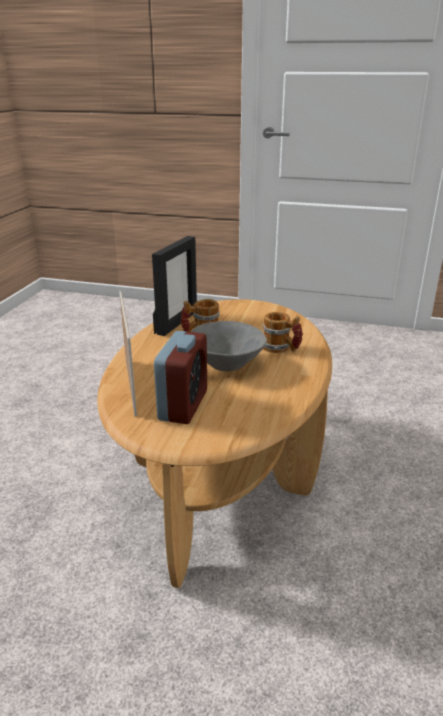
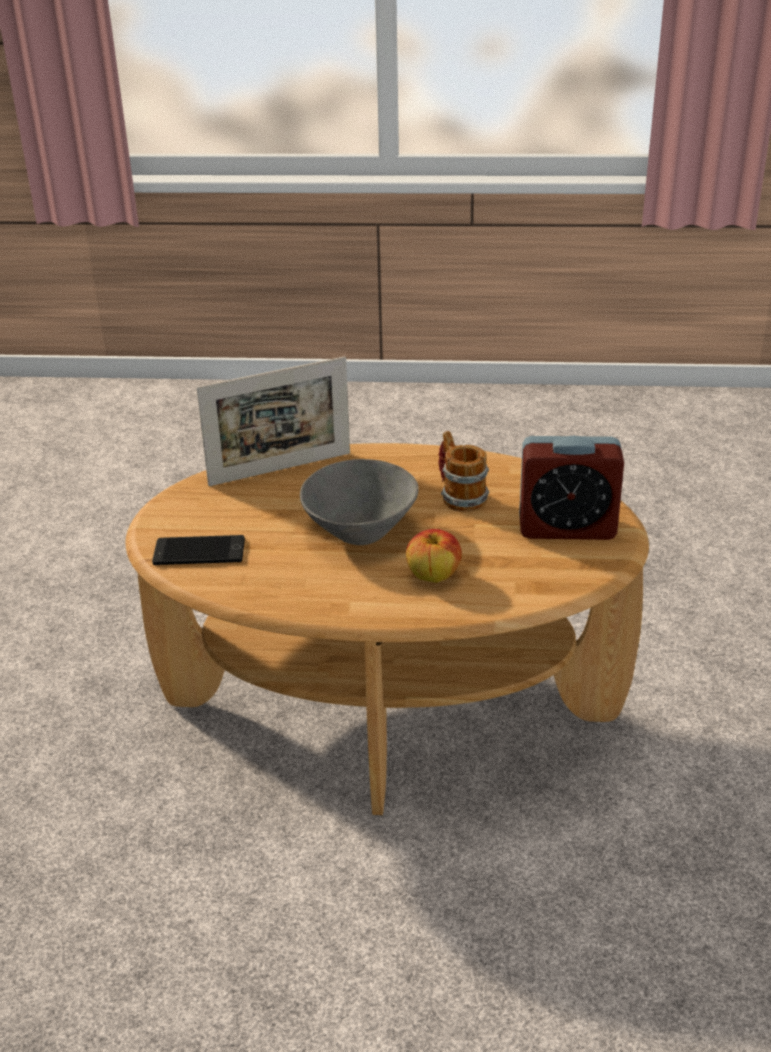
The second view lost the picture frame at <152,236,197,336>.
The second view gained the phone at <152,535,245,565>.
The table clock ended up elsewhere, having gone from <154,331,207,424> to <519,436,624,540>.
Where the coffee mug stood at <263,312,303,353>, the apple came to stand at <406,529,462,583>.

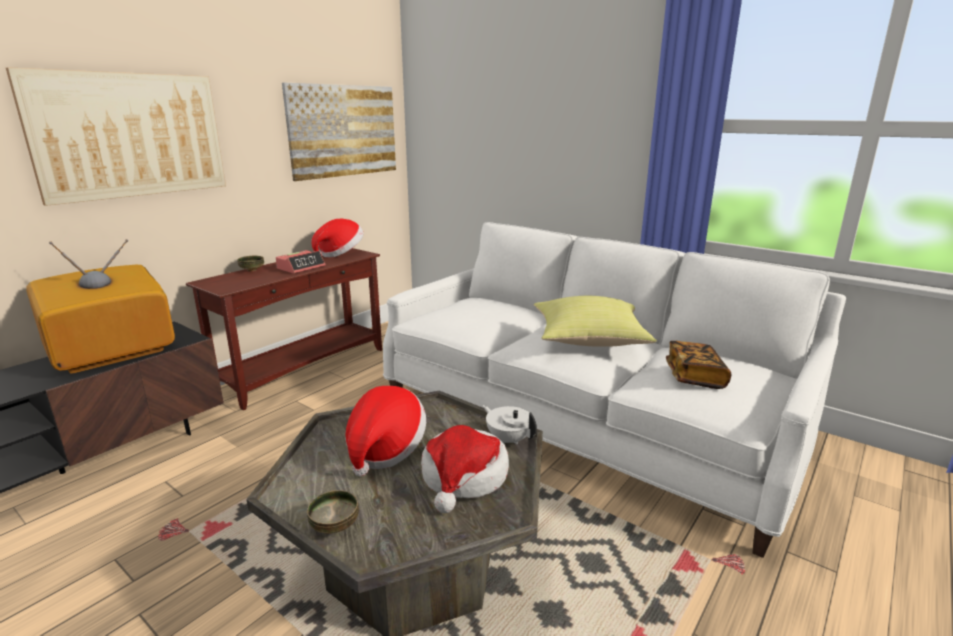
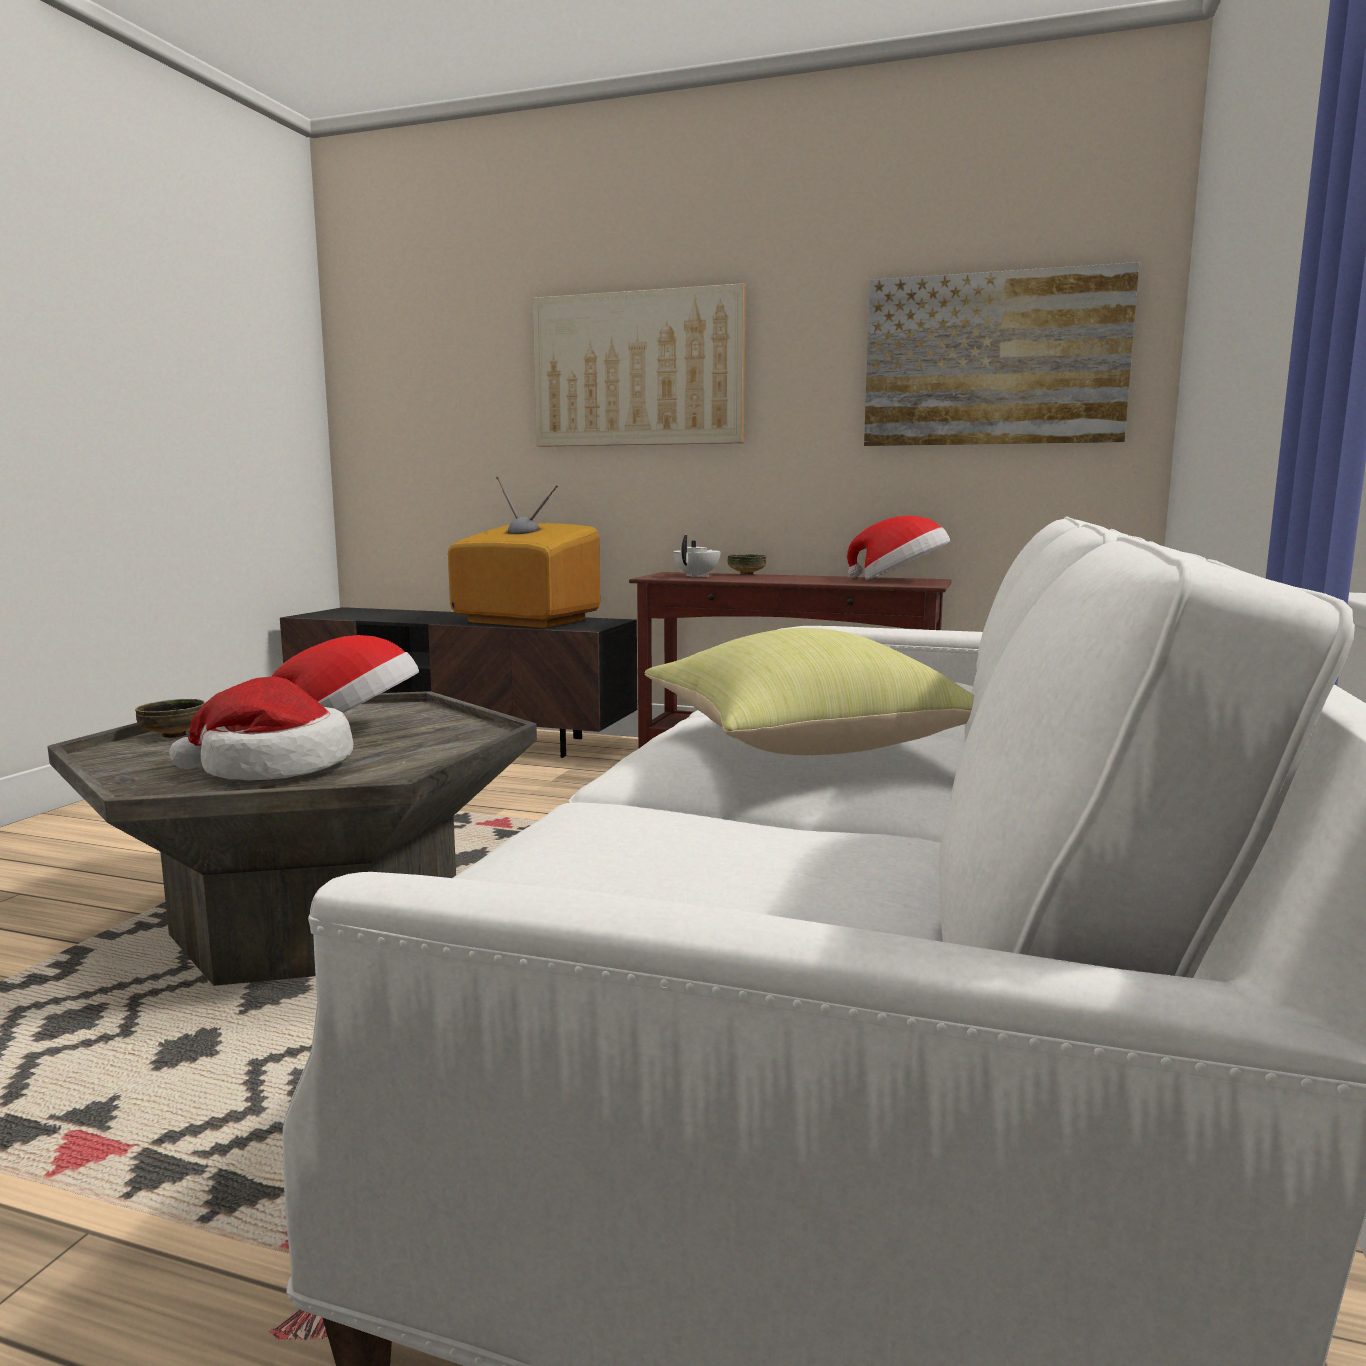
The second view lost the table clock at <276,250,325,274>.
The second view lost the volume at <666,341,731,389>.
The white teapot ended up elsewhere, having gone from <483,405,537,445> to <673,535,721,577>.

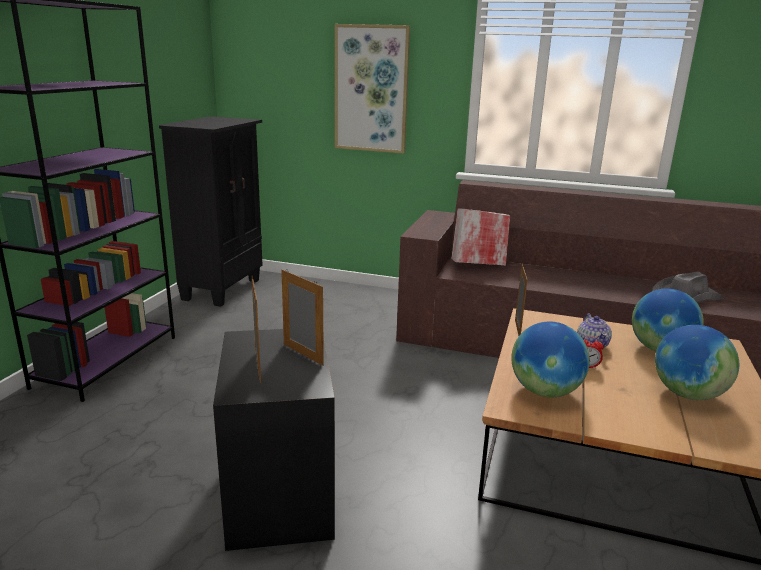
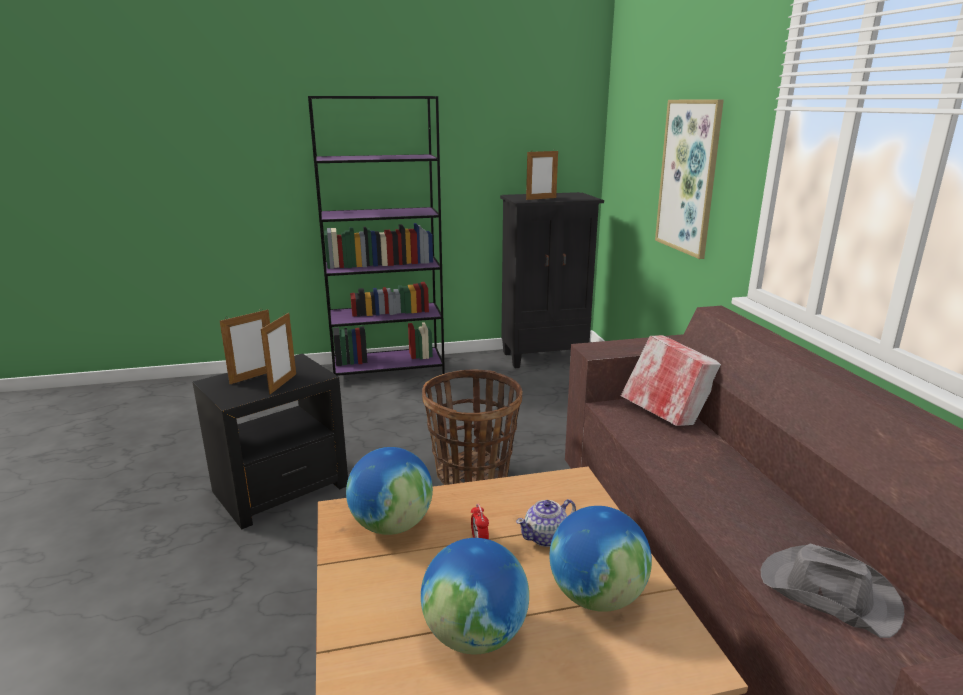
The second view gained the household basket at <422,369,523,485>.
The picture frame ended up elsewhere, having gone from <515,264,528,336> to <526,150,558,200>.

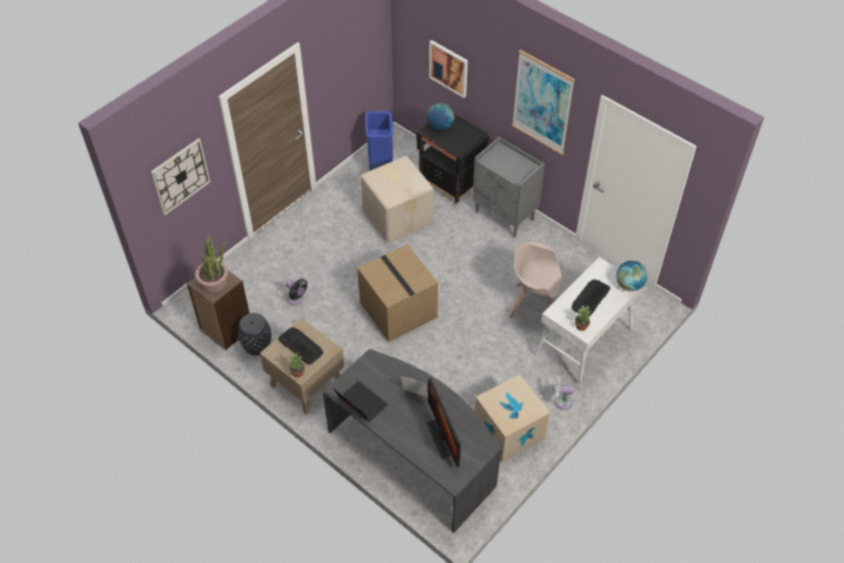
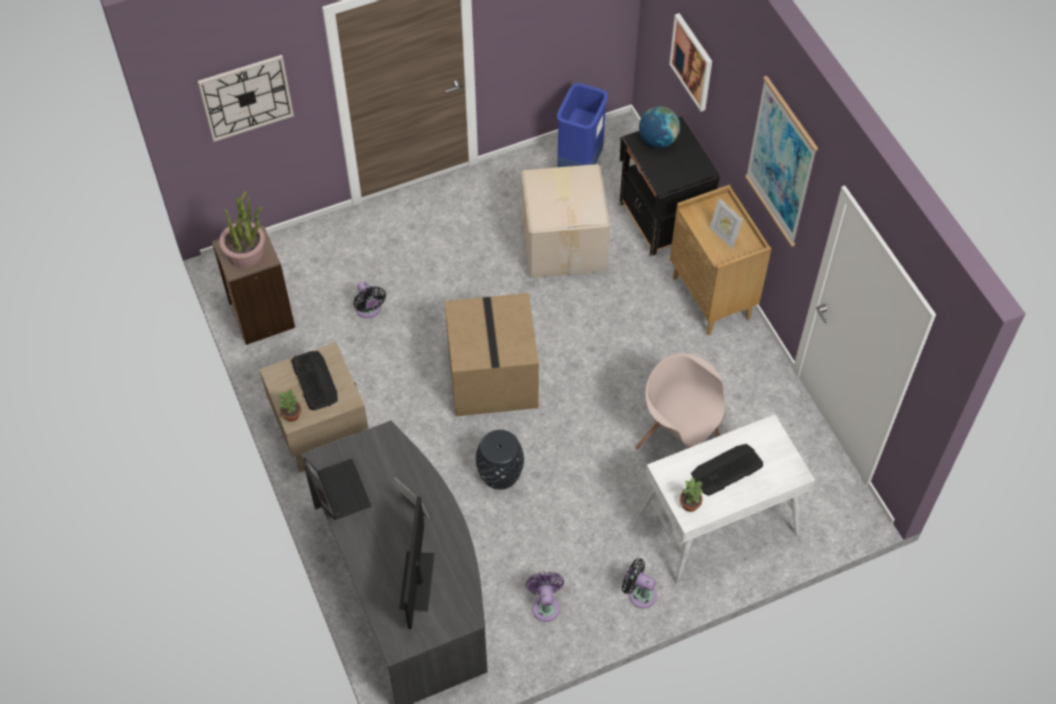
The second view lost the globe at <616,261,647,291>.
The second view gained the picture frame at <709,198,743,249>.
The black sitting stool ended up elsewhere, having gone from <238,313,271,356> to <476,430,524,490>.
Where the carton stood at <475,374,550,463>, the purple-coloured electric fan came to stand at <526,572,564,622>.
What was the gray cabinet at <472,137,545,238> turned into the brownish cabinet at <670,185,771,335>.
What was the white electric fan at <553,376,574,410> turned into the black electric fan at <622,558,657,608>.

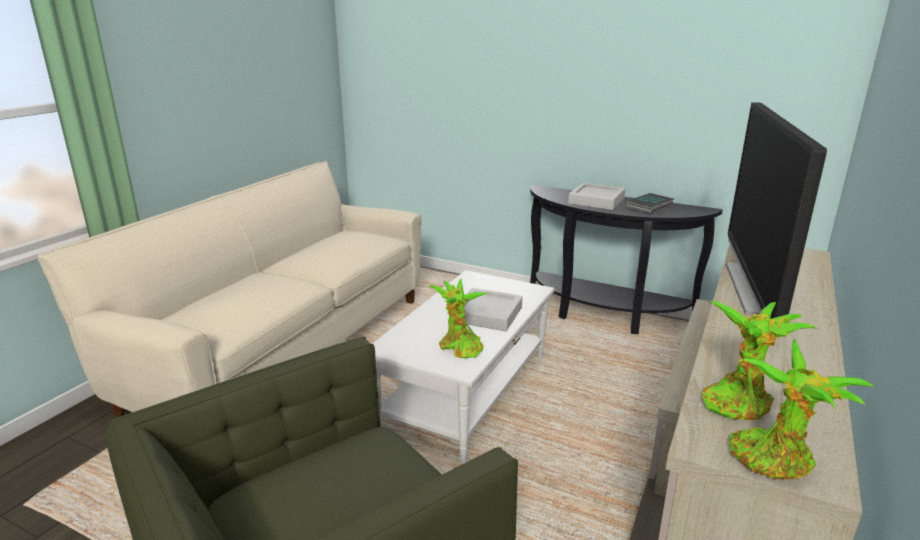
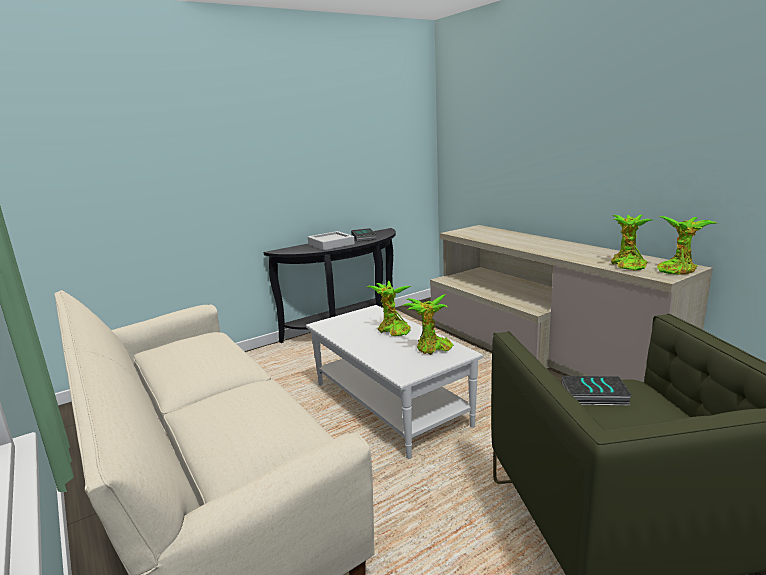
The second view lost the TV at <726,102,827,319>.
The second view gained the volume at <562,376,632,406>.
Where the gray tray stood at <464,288,522,331>, the plant in a pot came to stand at <367,281,411,336>.

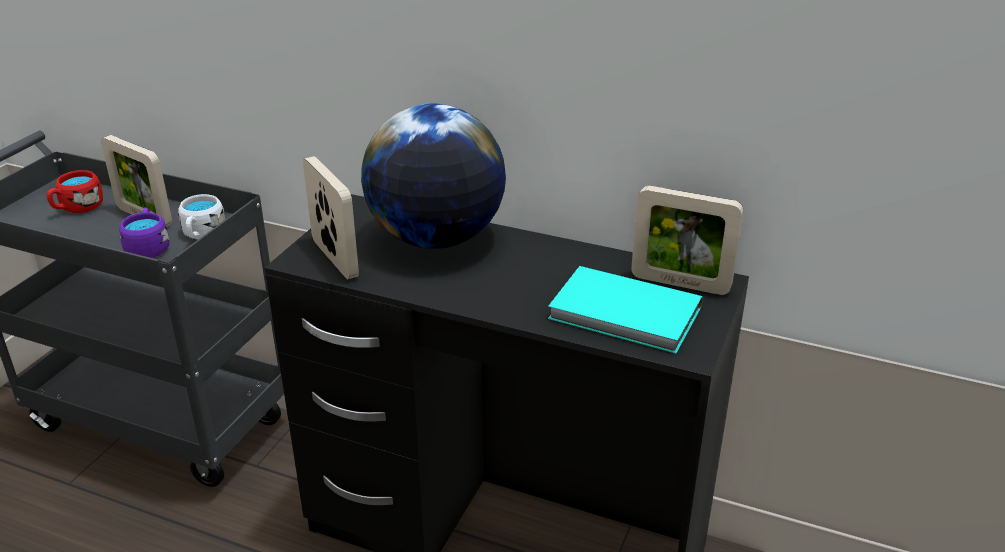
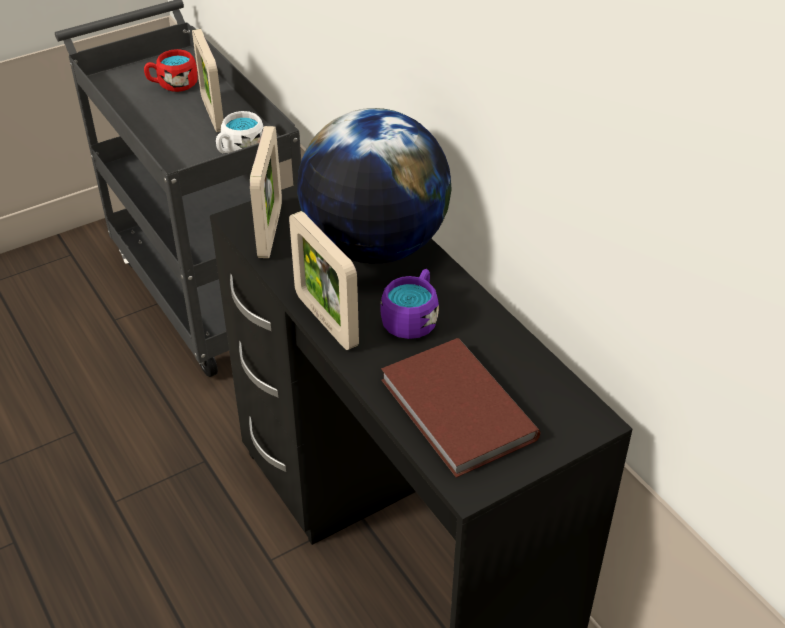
The purple-coloured coffee mug ended up elsewhere, having gone from <119,207,169,258> to <380,269,439,339>.
The picture frame ended up elsewhere, having gone from <631,186,743,295> to <289,211,359,350>.
What was the turquoise volume at <548,266,703,354> turned into the brownish volume at <381,338,540,478>.

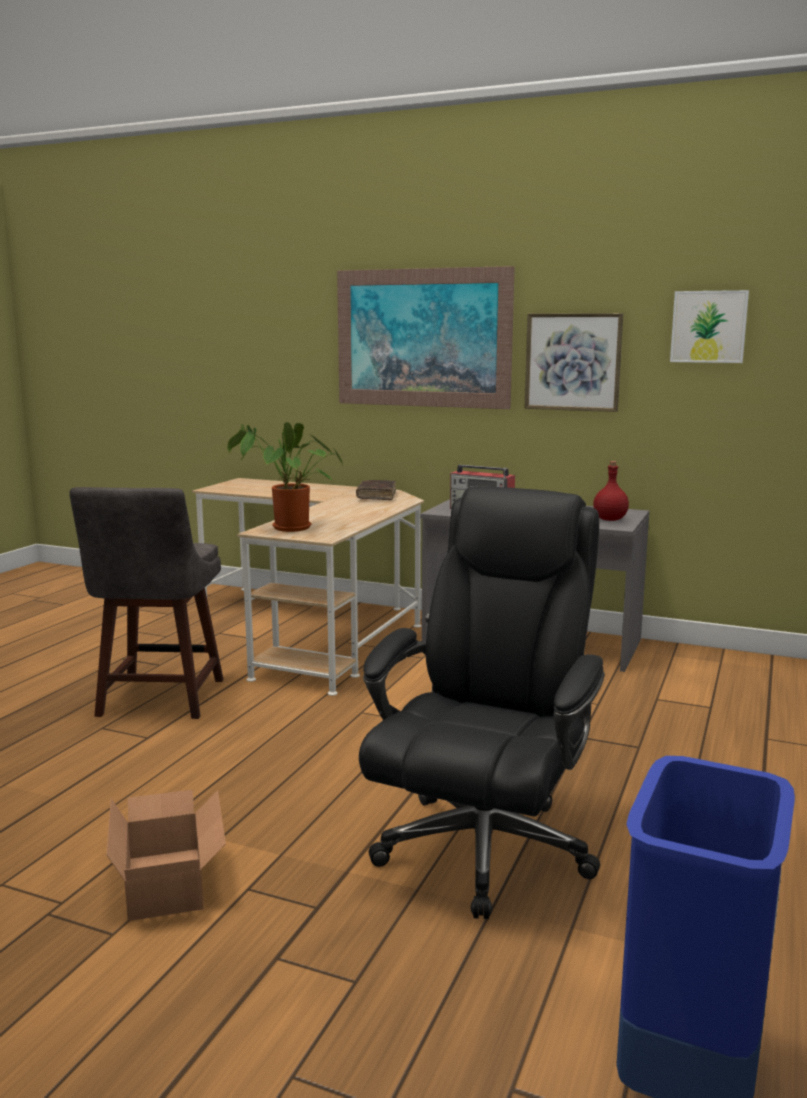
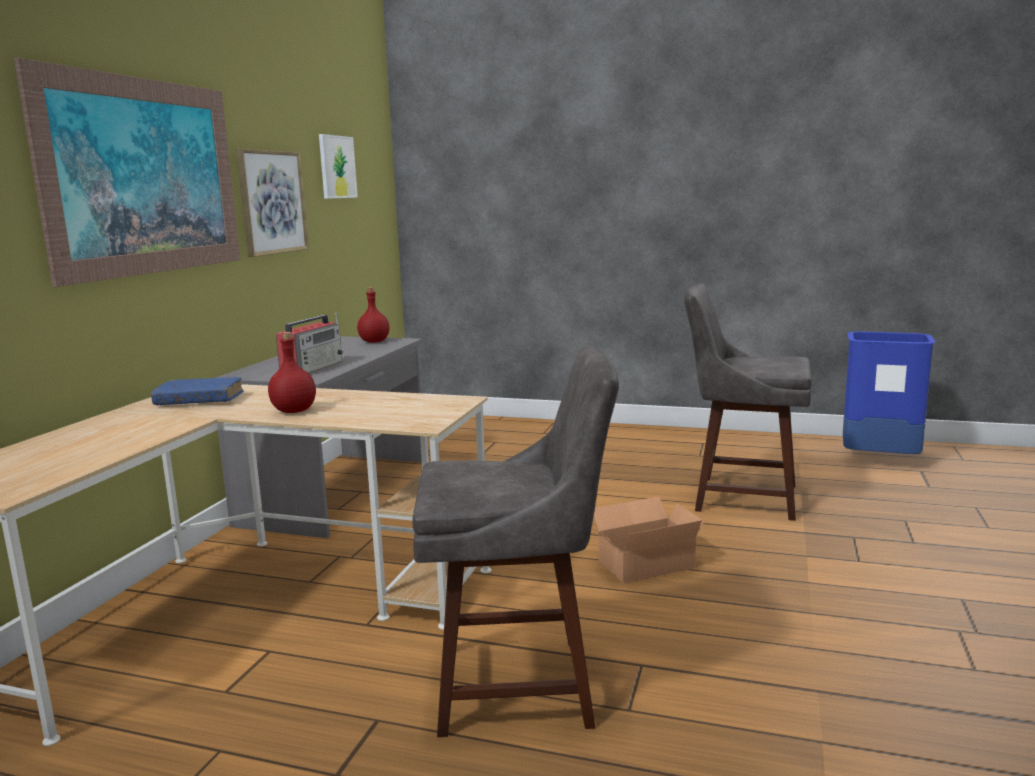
The second view lost the plant in a pot at <227,422,343,532>.
The second view gained the reddish beverage bottle at <268,332,316,413>.
The carton ended up elsewhere, having gone from <106,789,226,921> to <592,497,705,584>.
Where the black computer chair stood at <359,487,605,919>, the gray sitting stool came to stand at <684,283,812,521>.
What was the brownish volume at <356,480,396,500> turned into the blue volume at <151,377,243,405>.

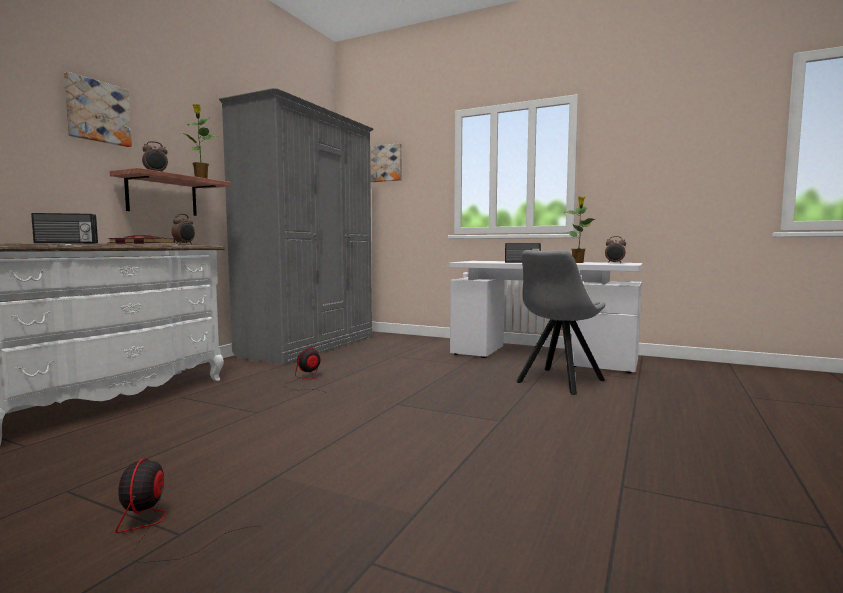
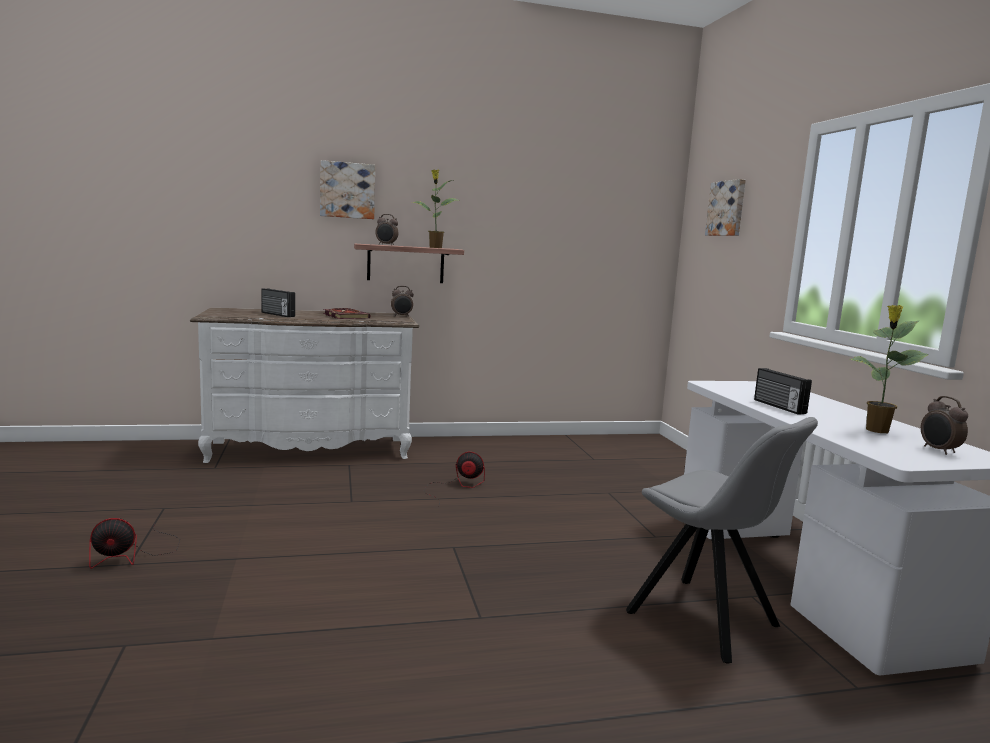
The second view lost the gray clothes cupboard at <219,88,373,364>.
The electric fan at <115,458,257,563> ended up facing another way, 150 degrees counterclockwise from before.
The gray plain chair at <516,250,606,395> ended up facing another way, 135 degrees counterclockwise from before.

